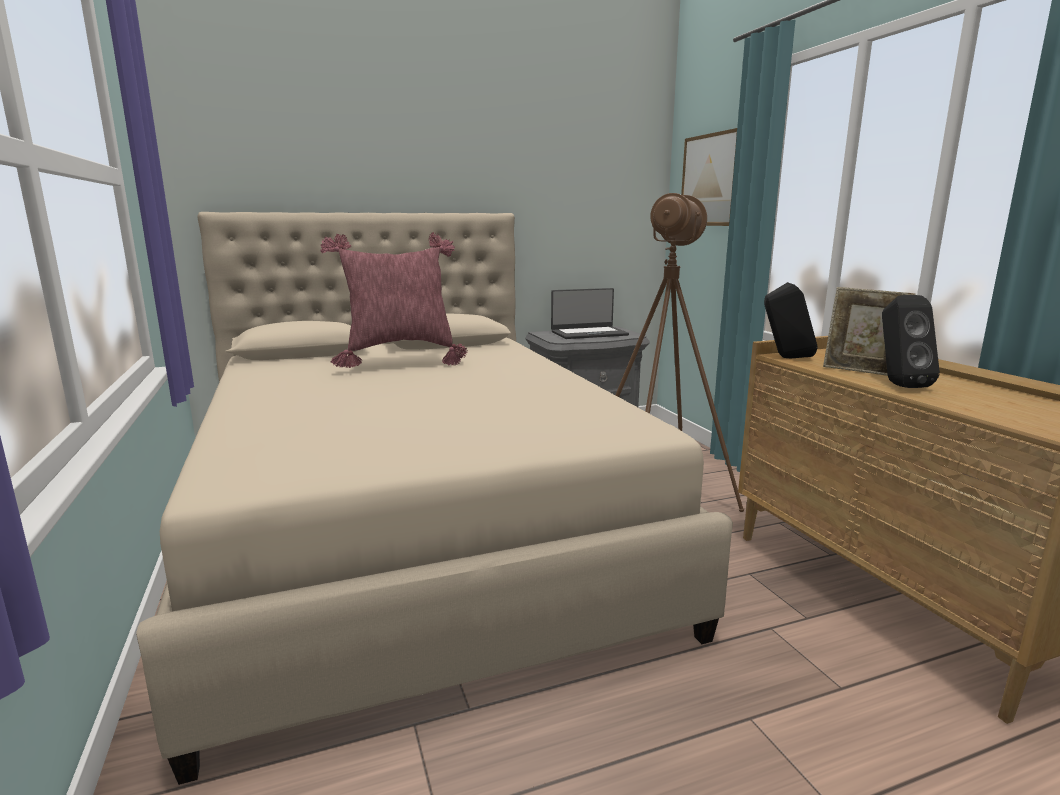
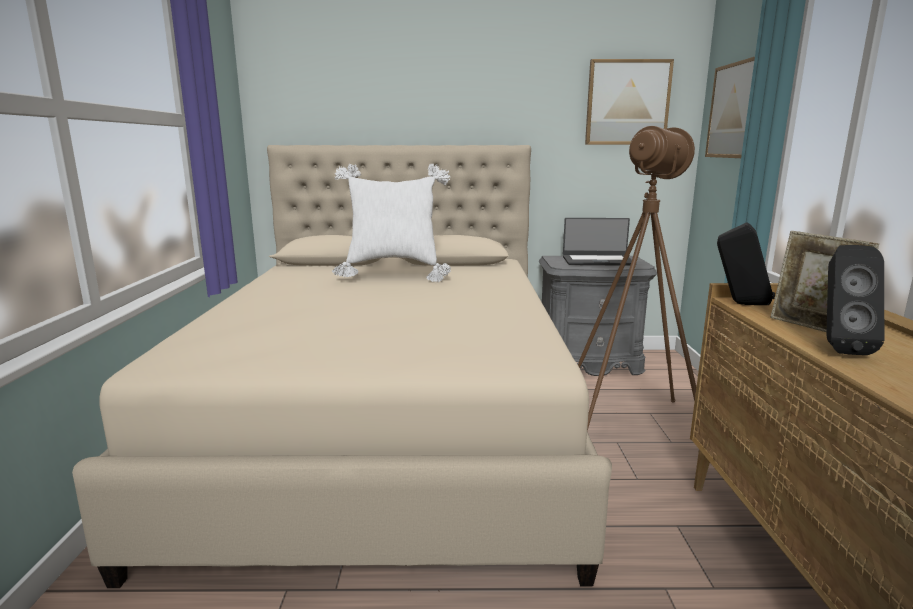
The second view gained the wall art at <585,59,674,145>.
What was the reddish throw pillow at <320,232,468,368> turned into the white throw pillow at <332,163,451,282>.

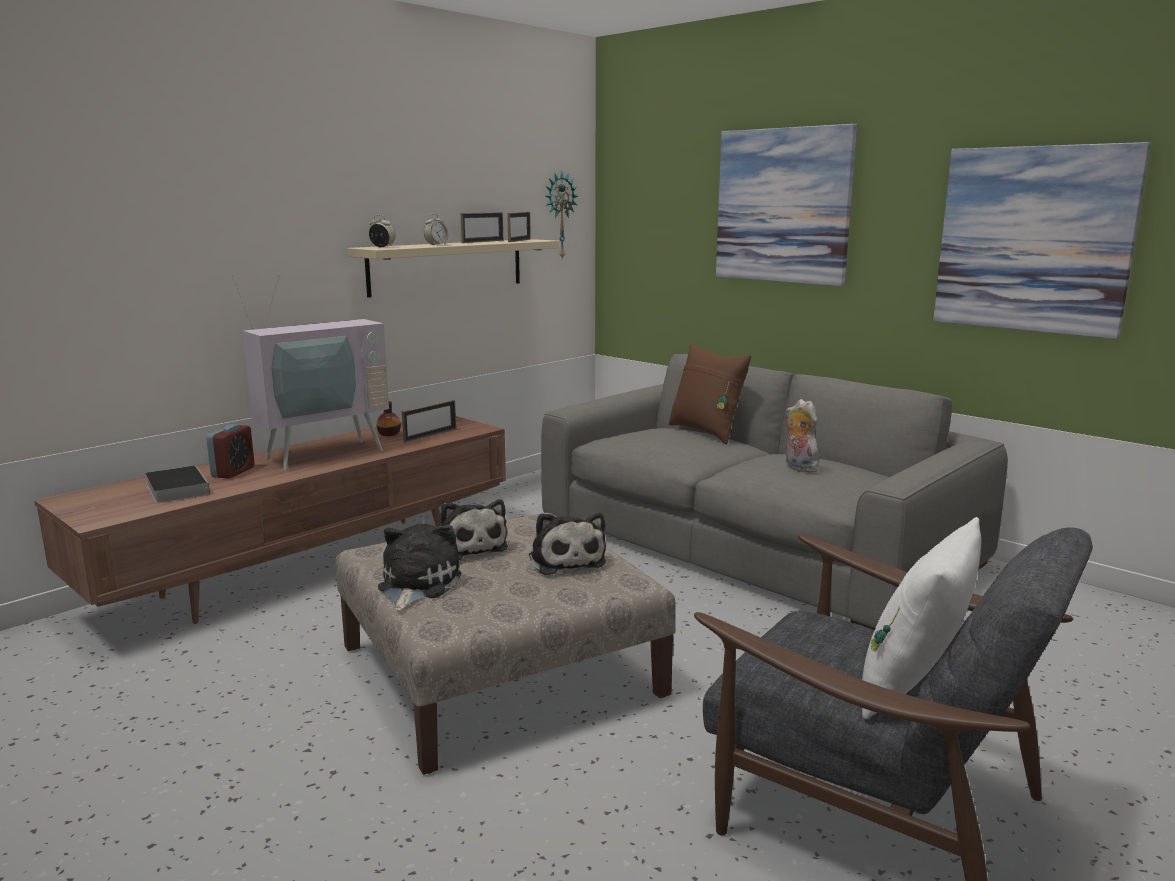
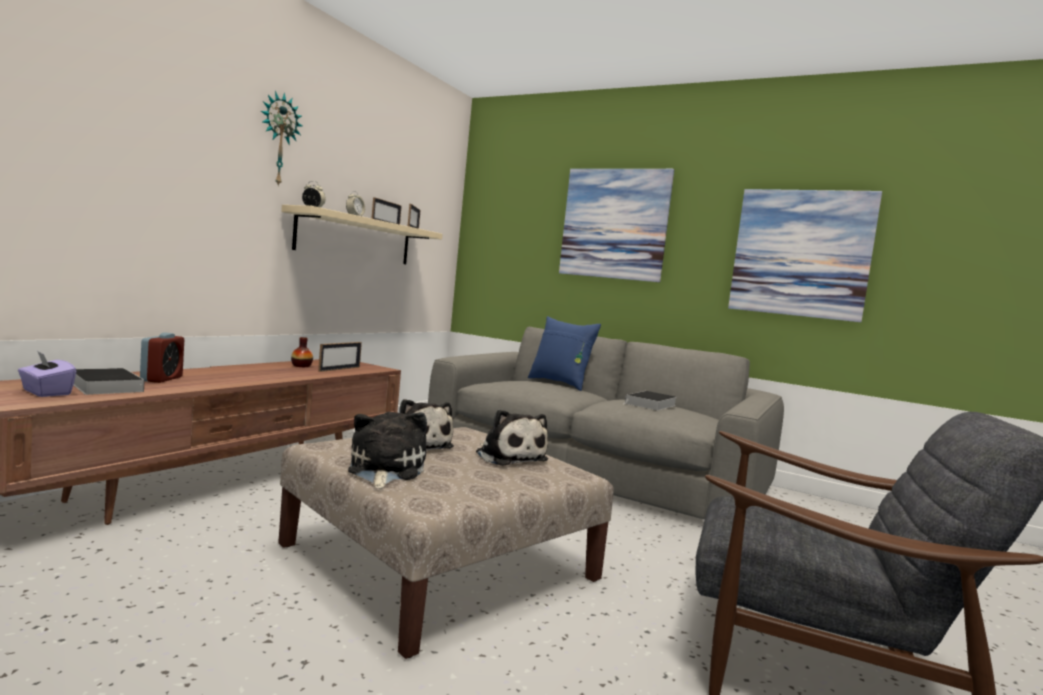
The second view lost the TV at <231,274,389,471>.
The second view lost the white throw pillow at <862,517,981,719>.
The second view gained the purple-coloured tissue holder at <18,352,76,397>.
The hanging clock ended up elsewhere, having gone from <545,172,578,260> to <261,91,302,187>.
Where the soft toy stood at <785,399,819,473>, the volume came to stand at <624,391,676,411>.
What was the brownish throw pillow at <669,343,751,444> turned into the blue throw pillow at <528,316,601,391>.

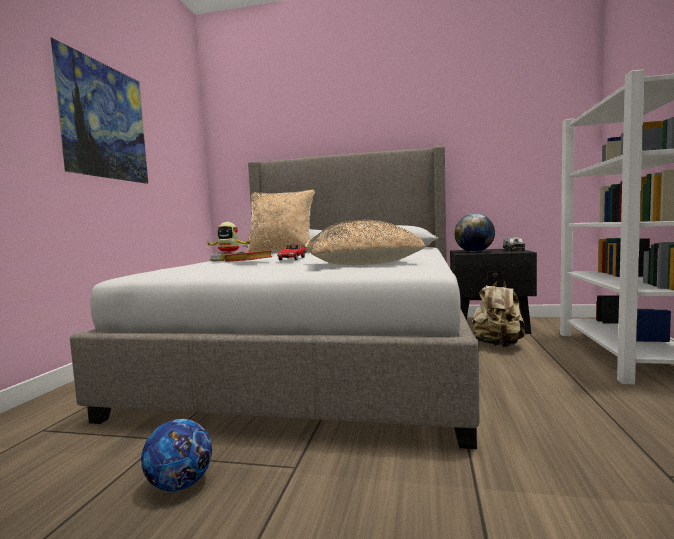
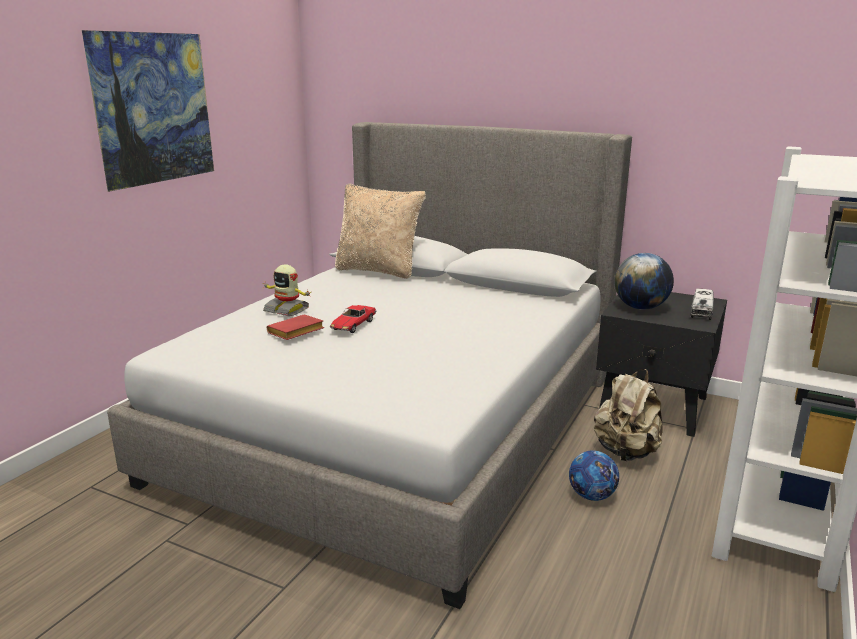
The second view lost the beige throw pillow at <305,219,425,265>.
The football ball ended up elsewhere, having gone from <141,419,212,491> to <569,450,619,501>.

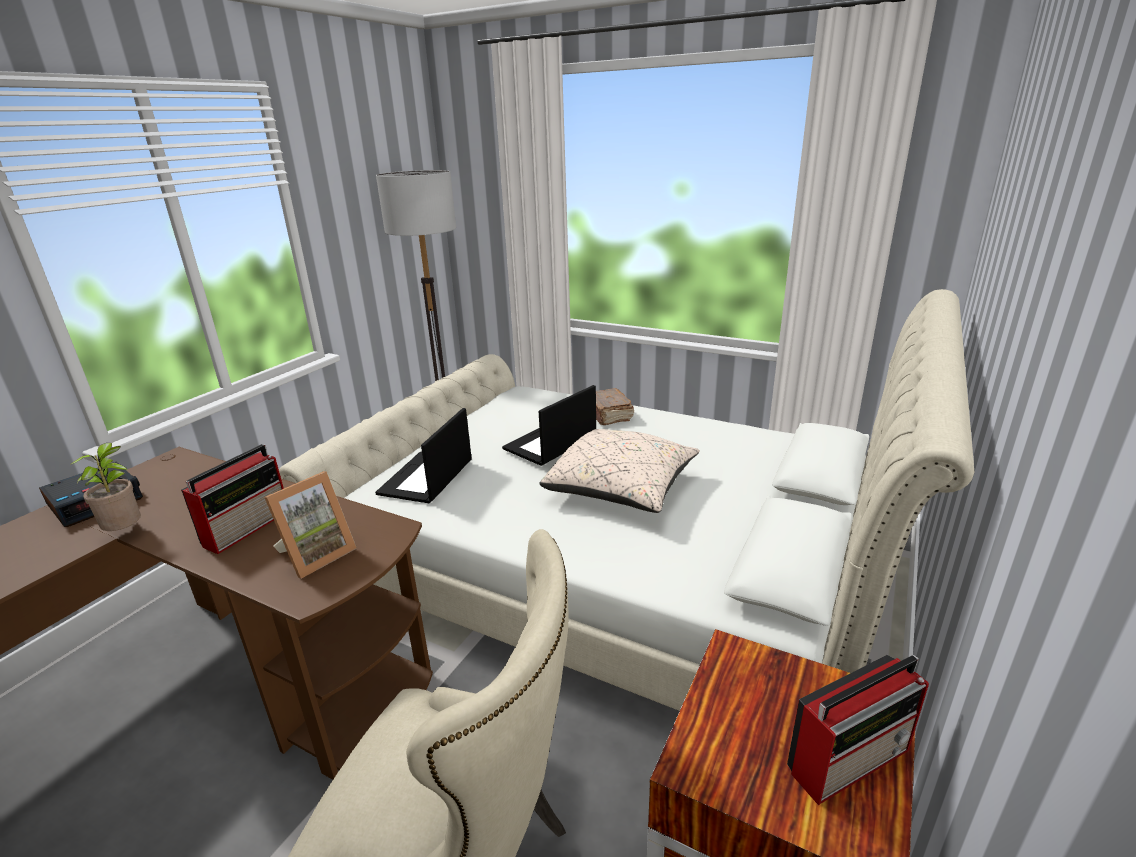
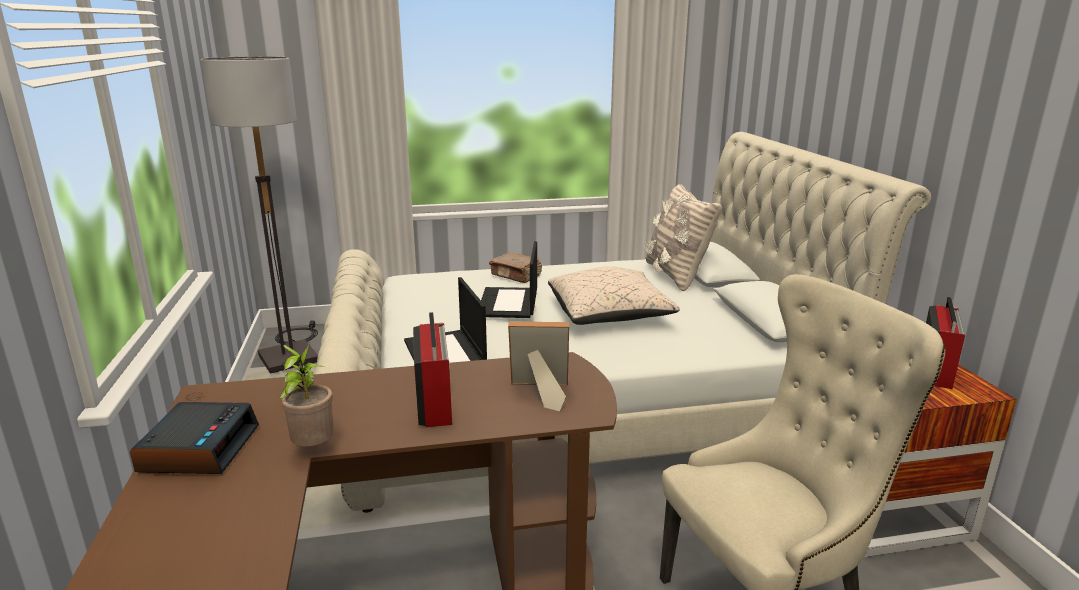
The second view gained the beige throw pillow at <644,184,722,291>.
The picture frame at <264,471,357,579> ended up facing another way, 90 degrees counterclockwise from before.

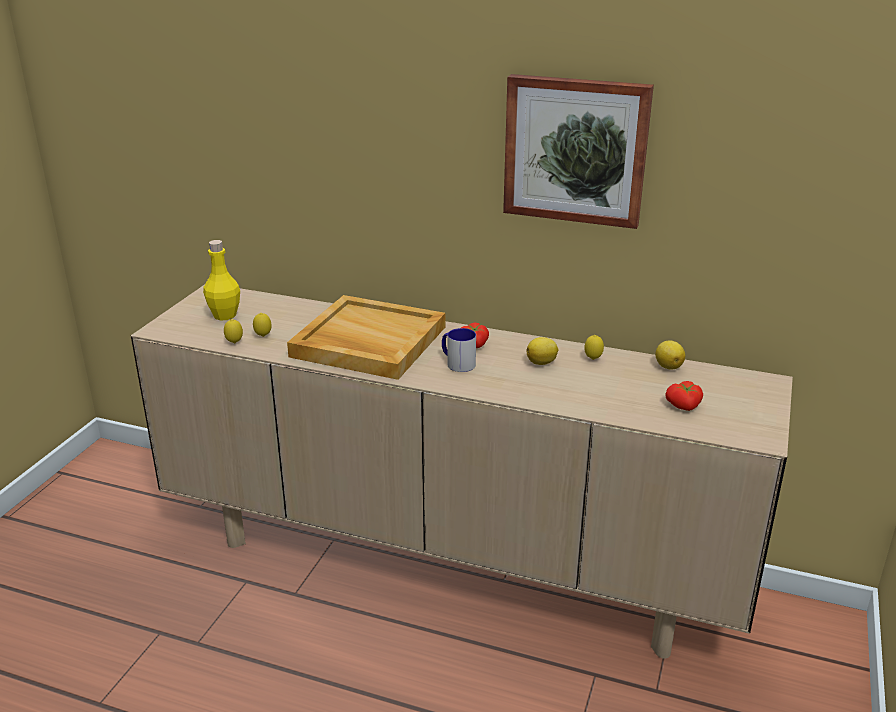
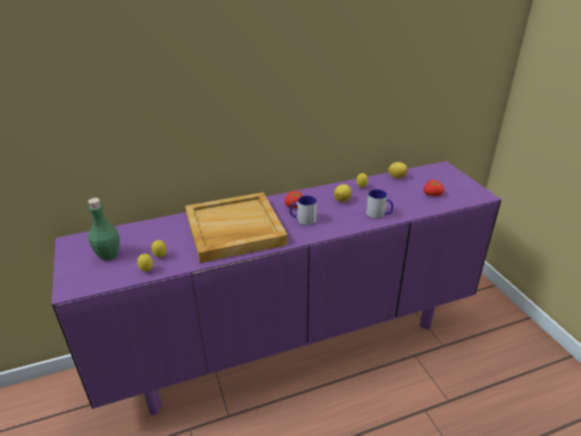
The second view lost the wall art at <503,74,654,229>.
The second view gained the coffee mug at <366,189,393,218>.
What was the beige cabinet at <131,285,793,659> turned into the purple-coloured cabinet at <52,161,502,415>.
What was the yellow-coloured beverage bottle at <203,240,240,321> turned into the green beverage bottle at <88,198,120,261>.

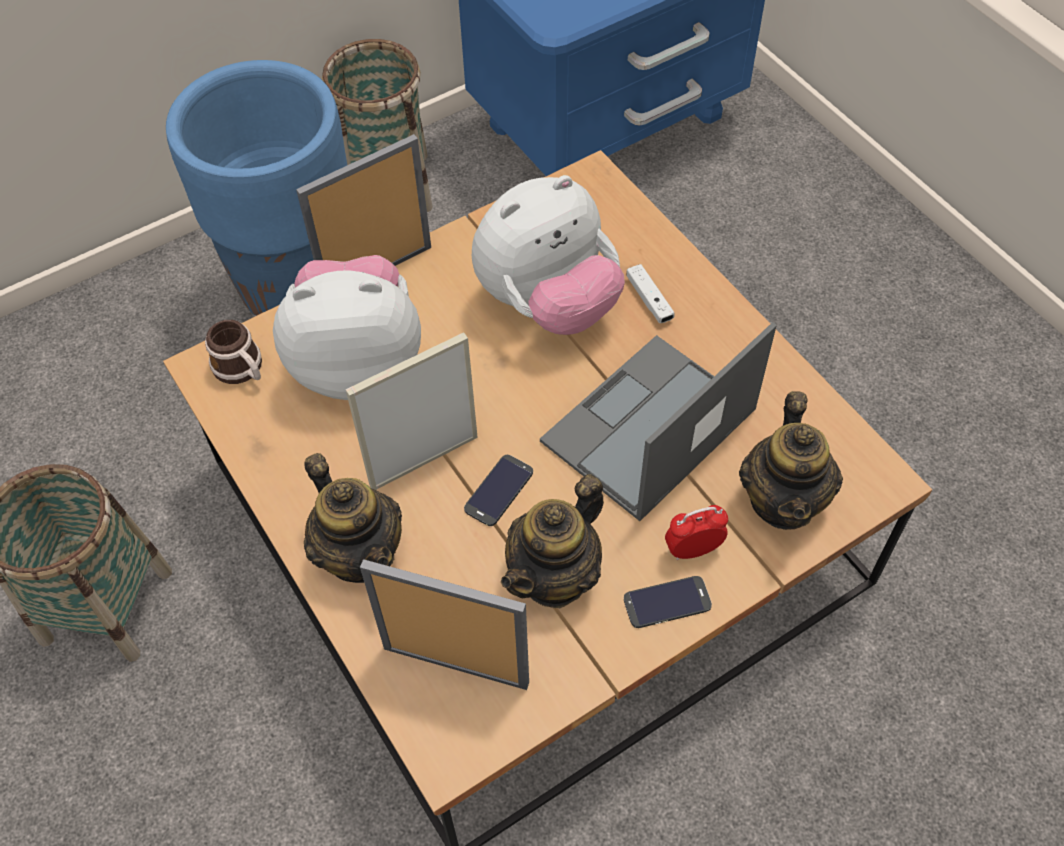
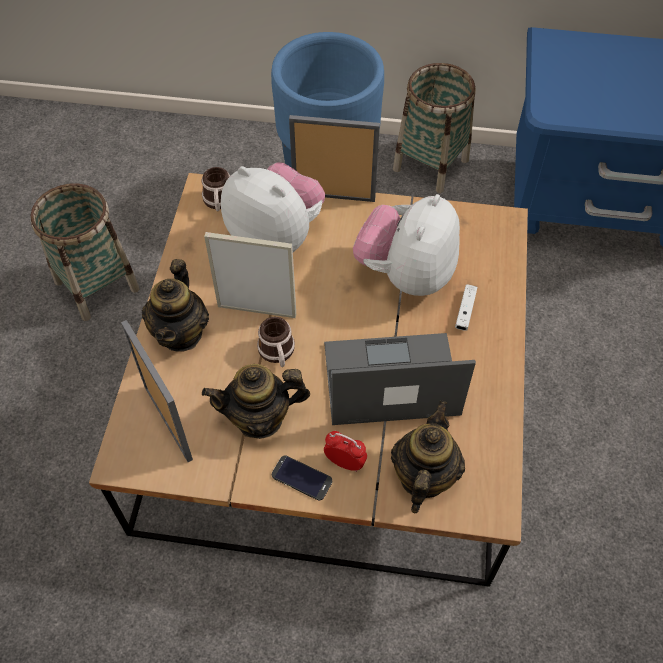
Where the phone stood at <464,455,533,526>, the coffee mug came to stand at <257,317,295,367>.
The soft toy at <472,175,625,335> ended up facing another way, 105 degrees clockwise from before.
The teapot at <739,391,843,530> ended up facing another way, 150 degrees clockwise from before.

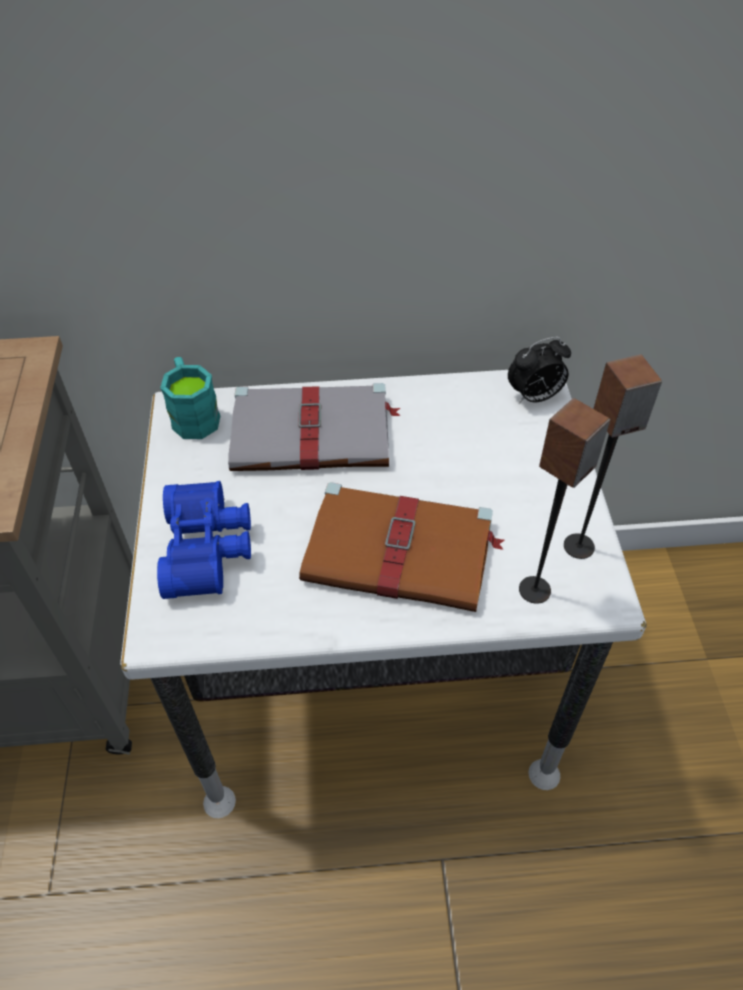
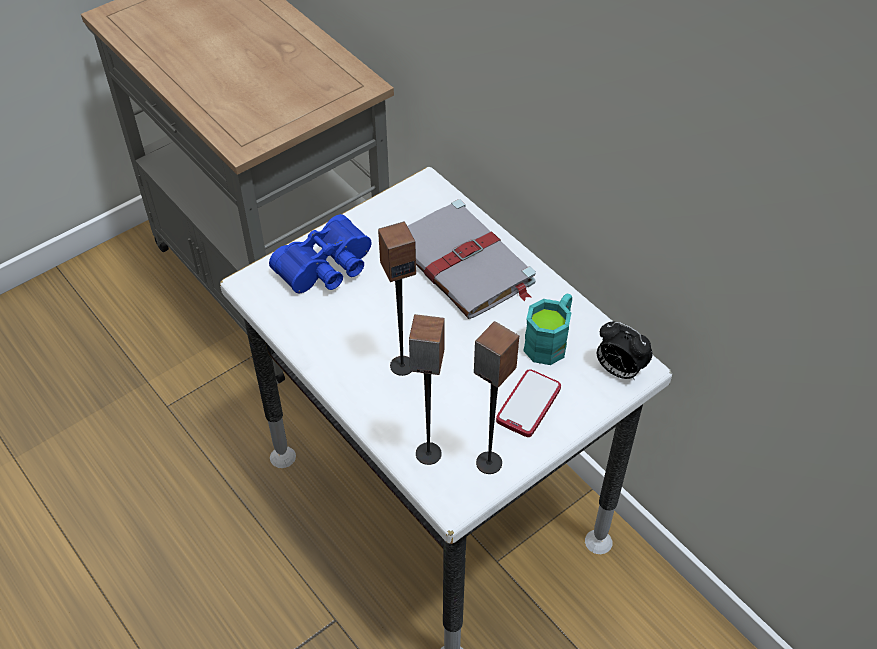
The second view gained the phone at <496,369,561,437>.
The turquoise coffee mug ended up elsewhere, having gone from <160,357,220,439> to <523,293,572,365>.
Where the brownish volume stood at <299,482,505,612>, the audio speaker came to stand at <378,221,416,376>.

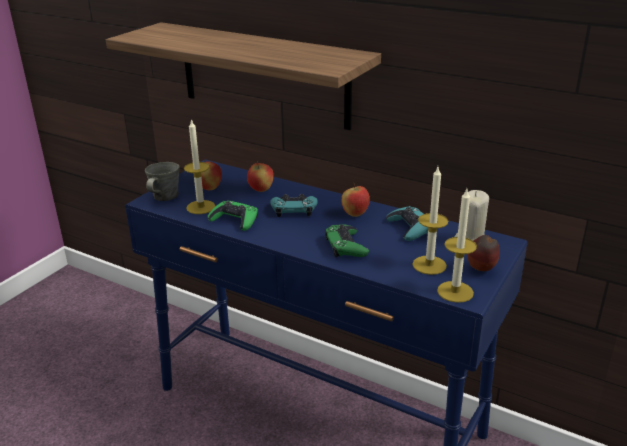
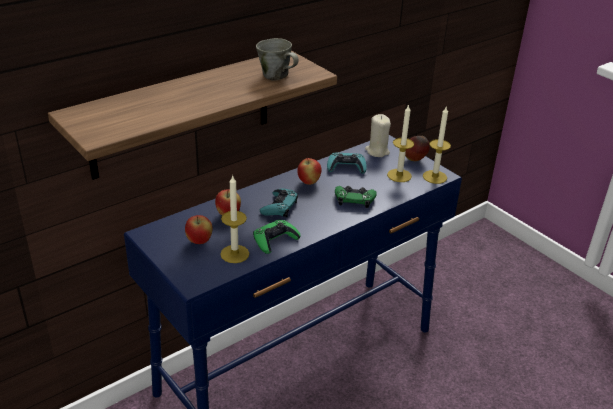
The gray coffee mug ended up elsewhere, having gone from <145,162,180,201> to <256,38,299,81>.

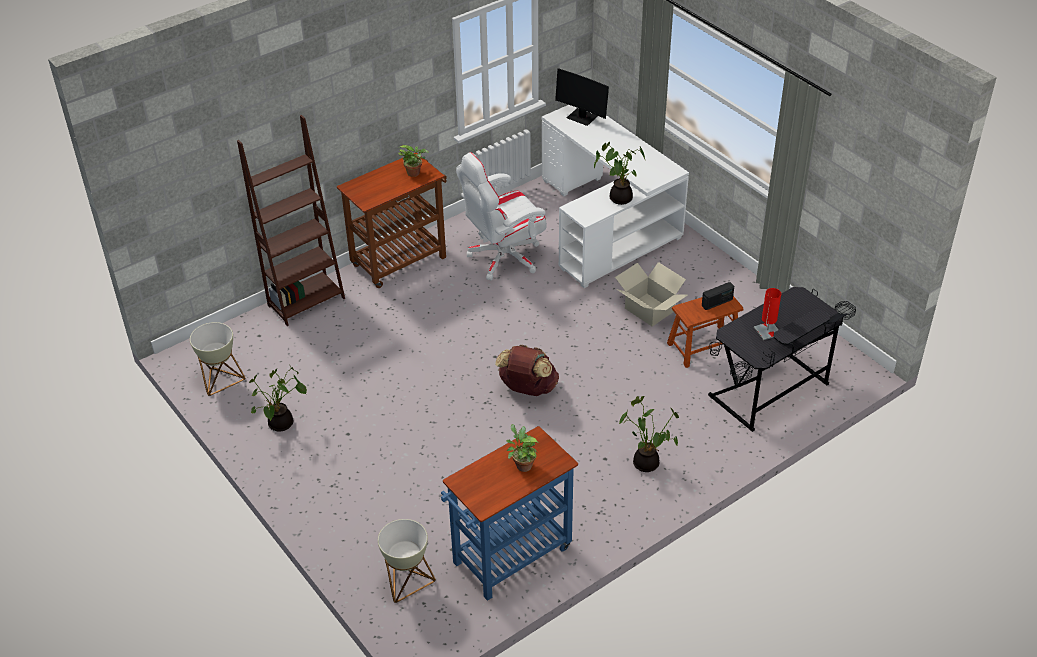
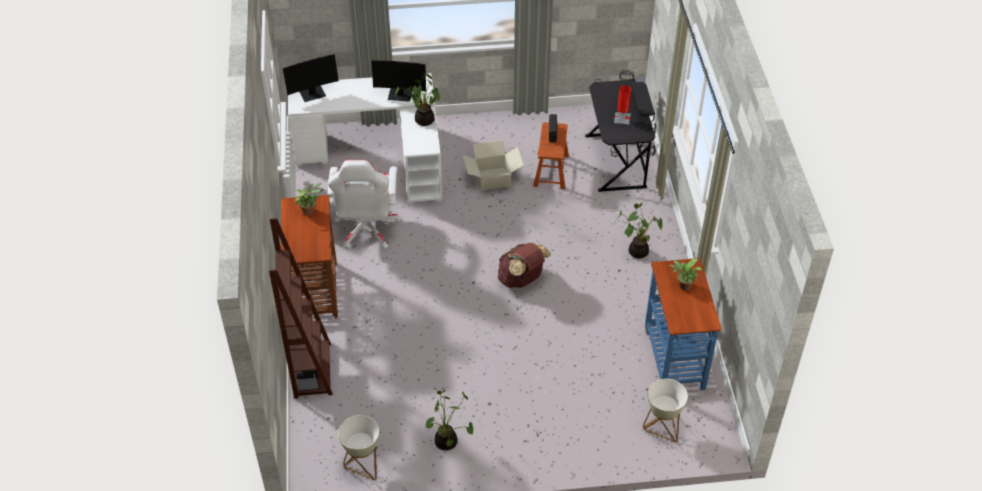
The second view gained the monitor at <371,60,426,102>.

